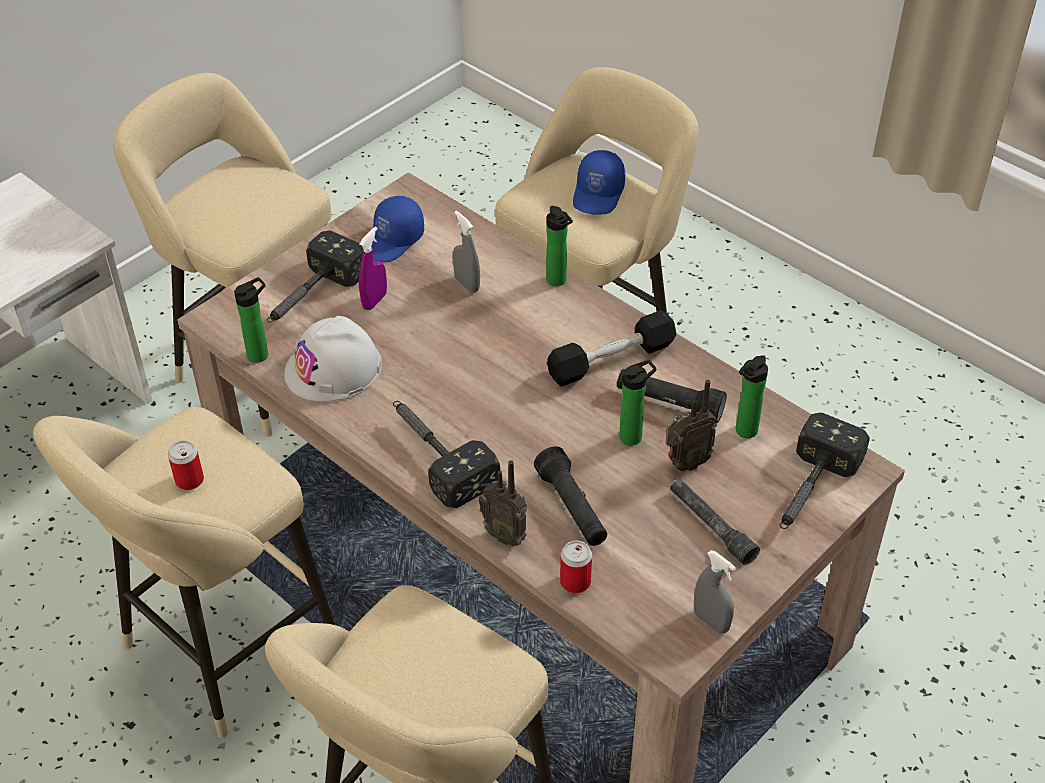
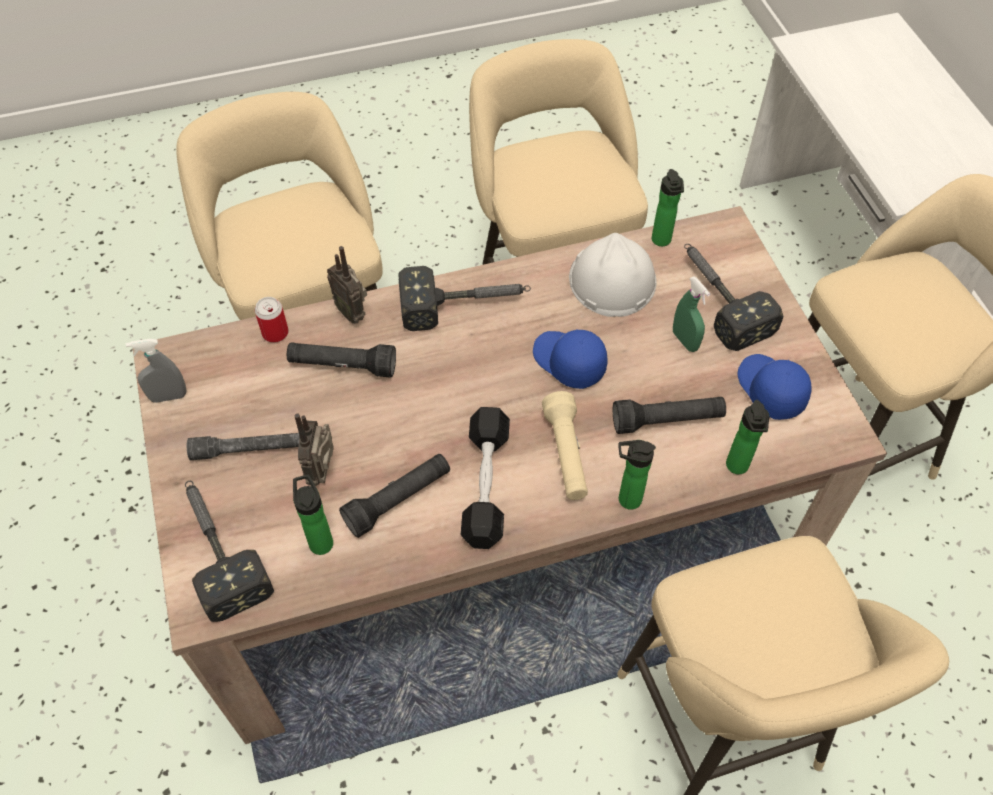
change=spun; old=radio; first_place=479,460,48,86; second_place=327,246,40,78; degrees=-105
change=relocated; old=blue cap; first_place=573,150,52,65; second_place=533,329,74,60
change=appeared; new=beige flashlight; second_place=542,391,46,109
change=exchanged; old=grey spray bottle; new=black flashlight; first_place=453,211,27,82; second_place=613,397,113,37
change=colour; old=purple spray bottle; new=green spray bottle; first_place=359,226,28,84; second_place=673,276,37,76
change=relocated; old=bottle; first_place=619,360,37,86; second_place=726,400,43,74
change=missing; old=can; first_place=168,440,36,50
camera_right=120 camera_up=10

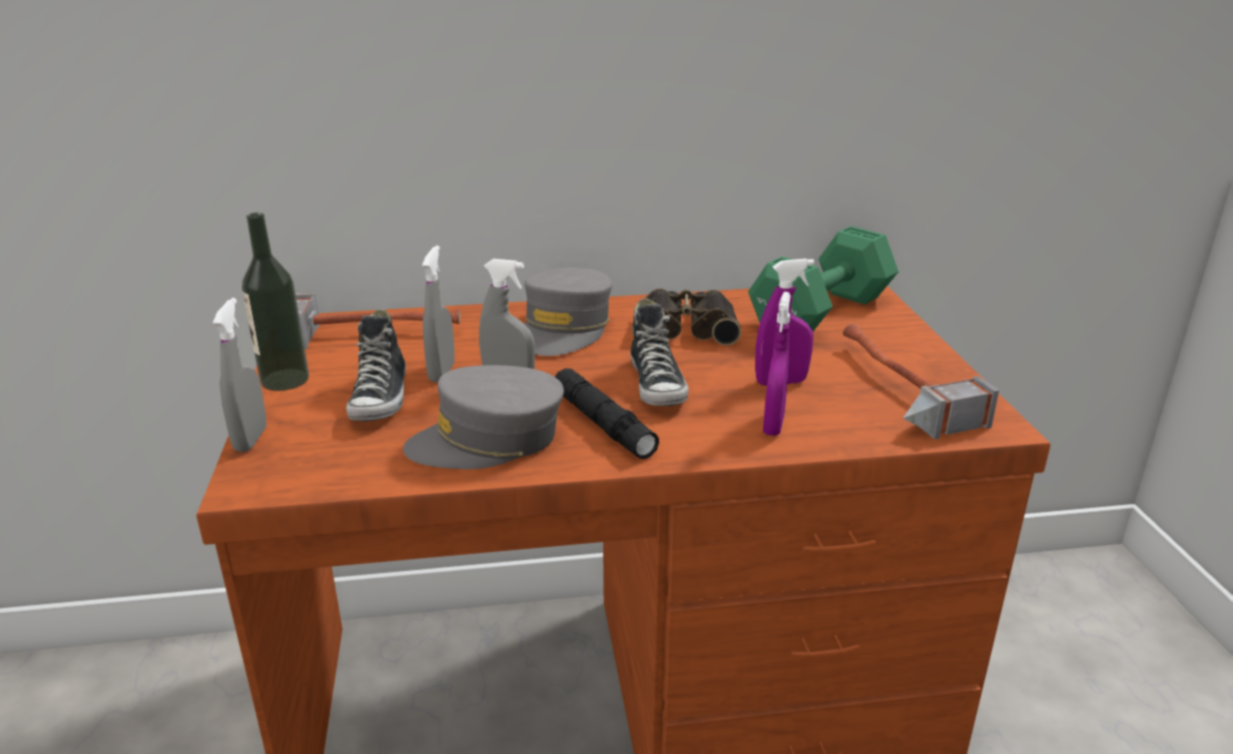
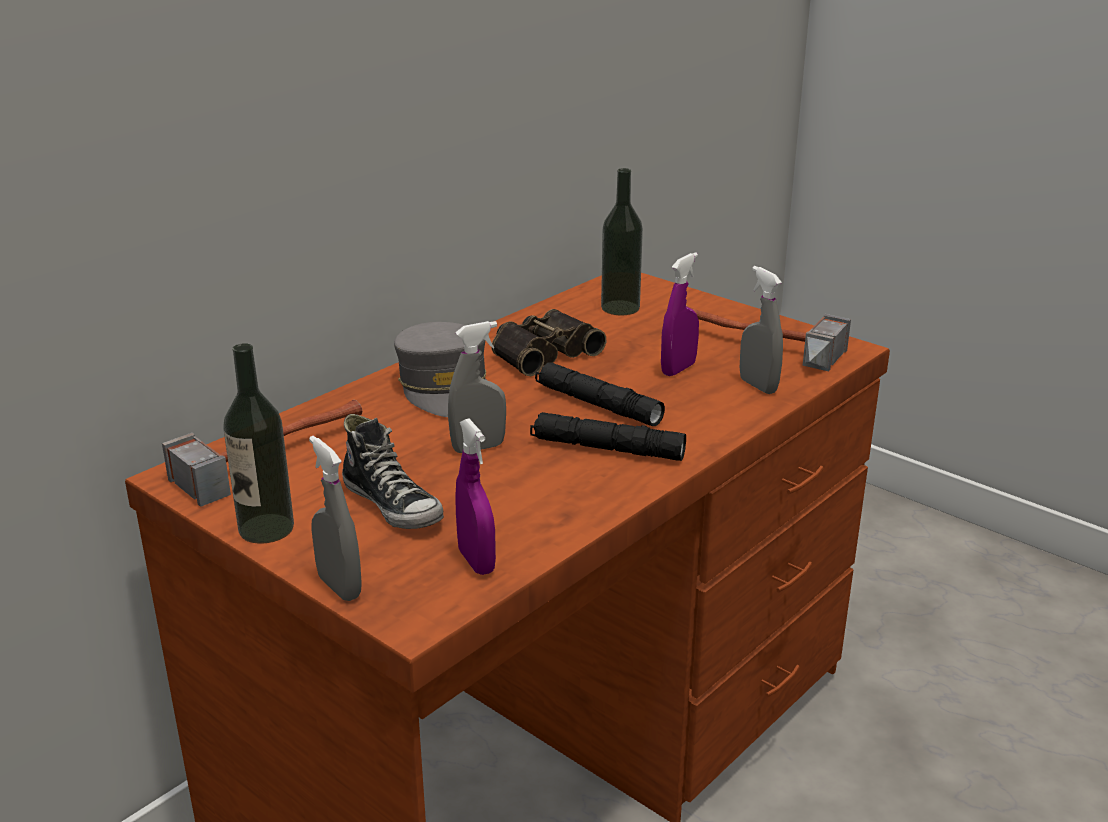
change=relocated; old=purple spray bottle; first_place=763,292,28,144; second_place=455,419,41,156
change=exchanged; old=shoe; new=black flashlight; first_place=630,298,59,109; second_place=535,362,130,64
change=exchanged; old=green dumbbell; new=bottle; first_place=748,226,151,105; second_place=601,168,42,147
change=relocated; old=grey spray bottle; first_place=422,245,33,137; second_place=740,266,43,128
change=missing; old=grey cap; first_place=403,365,161,104
camera_right=-40 camera_up=0

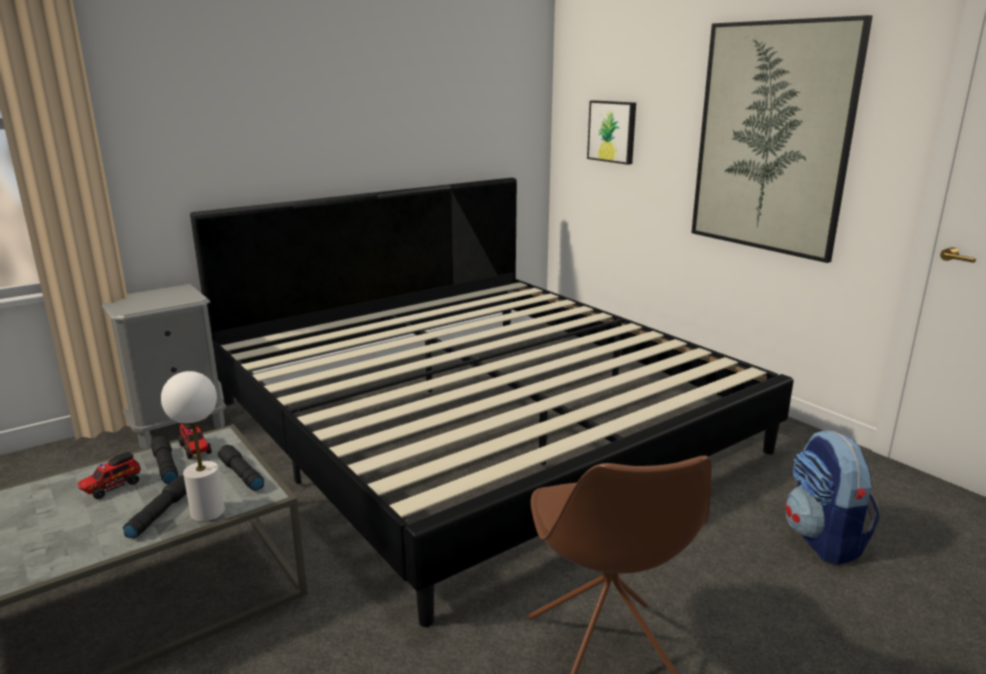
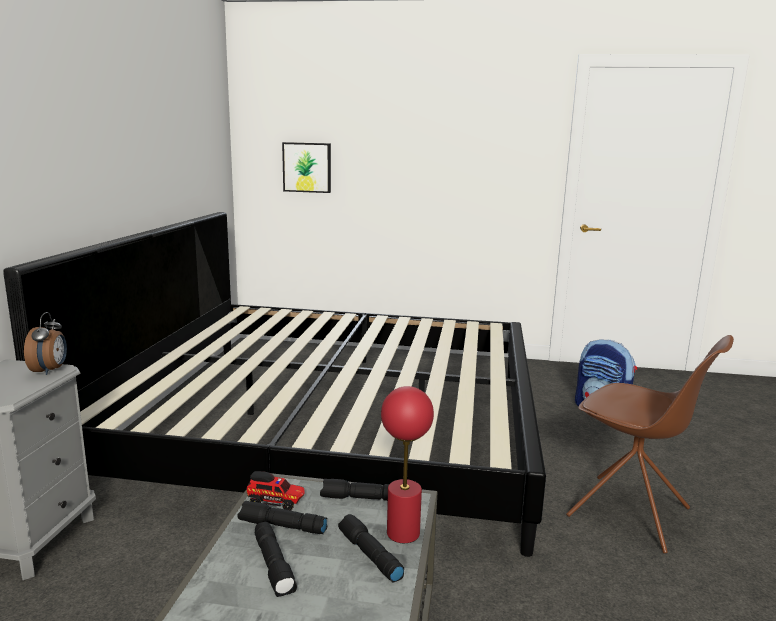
change=appeared; new=alarm clock; second_place=24,312,43,63
change=exchanged; old=toy truck; new=black flashlight; first_place=78,452,63,48; second_place=255,522,42,75
change=colour; old=white table lamp; new=red table lamp; first_place=161,371,64,151; second_place=381,386,53,157
change=missing; old=picture; first_place=691,15,182,248
camera_right=-45 camera_up=-5

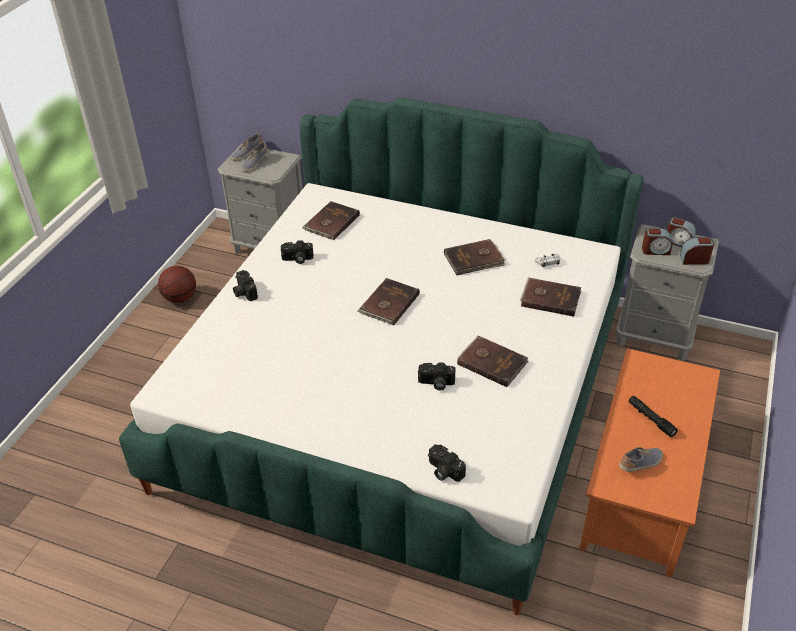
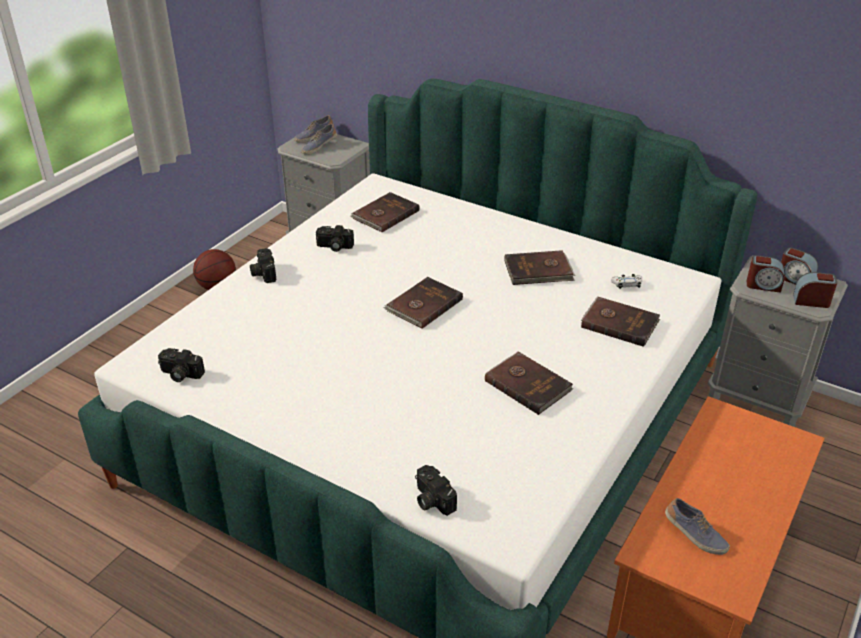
change=relocated; old=photo camera; first_place=418,362,38,29; second_place=158,348,47,34
change=spun; old=shoe; first_place=619,447,44,25; second_place=665,498,65,57; degrees=60
change=missing; old=black flashlight; first_place=629,396,49,41
camera_right=10 camera_up=-5

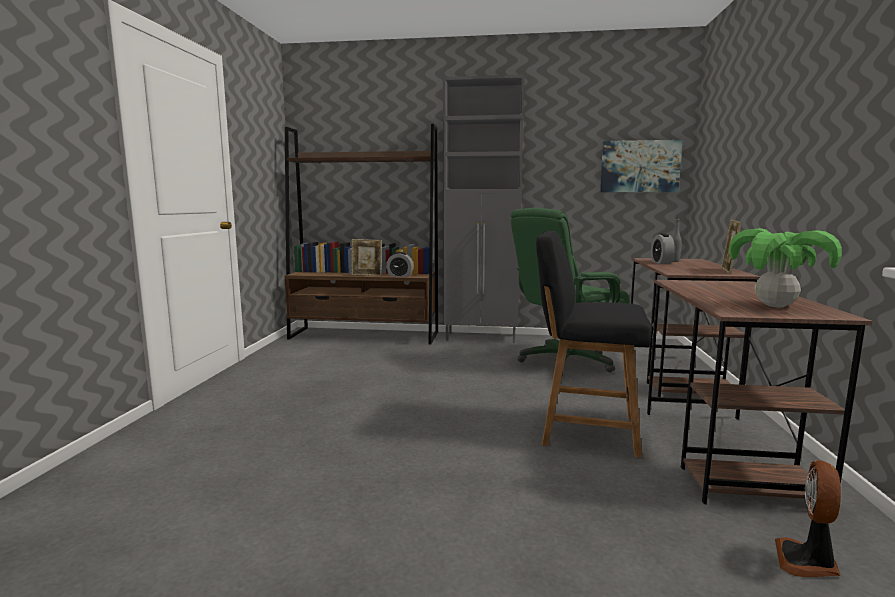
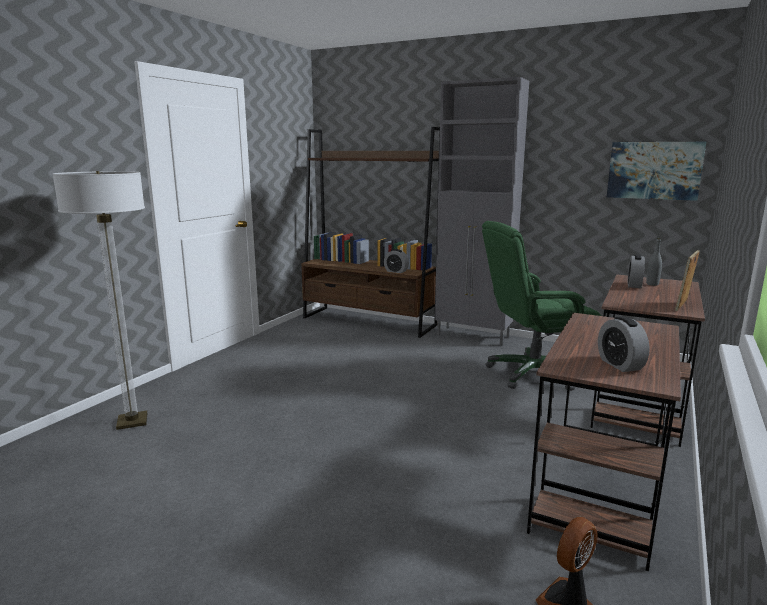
change=appeared; new=floor lamp; second_place=53,171,94,259
change=exchanged; old=potted plant; new=alarm clock; first_place=729,228,113,80; second_place=598,316,52,56
change=missing; old=picture frame; first_place=351,239,31,37
change=missing; old=black chair; first_place=536,231,116,227
camera_right=20 camera_up=5

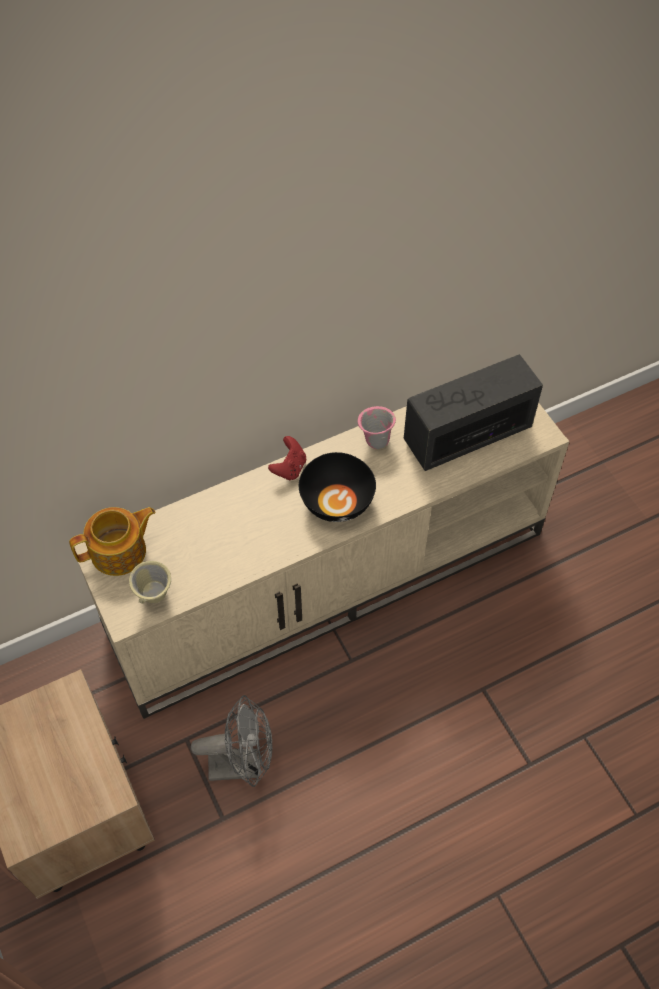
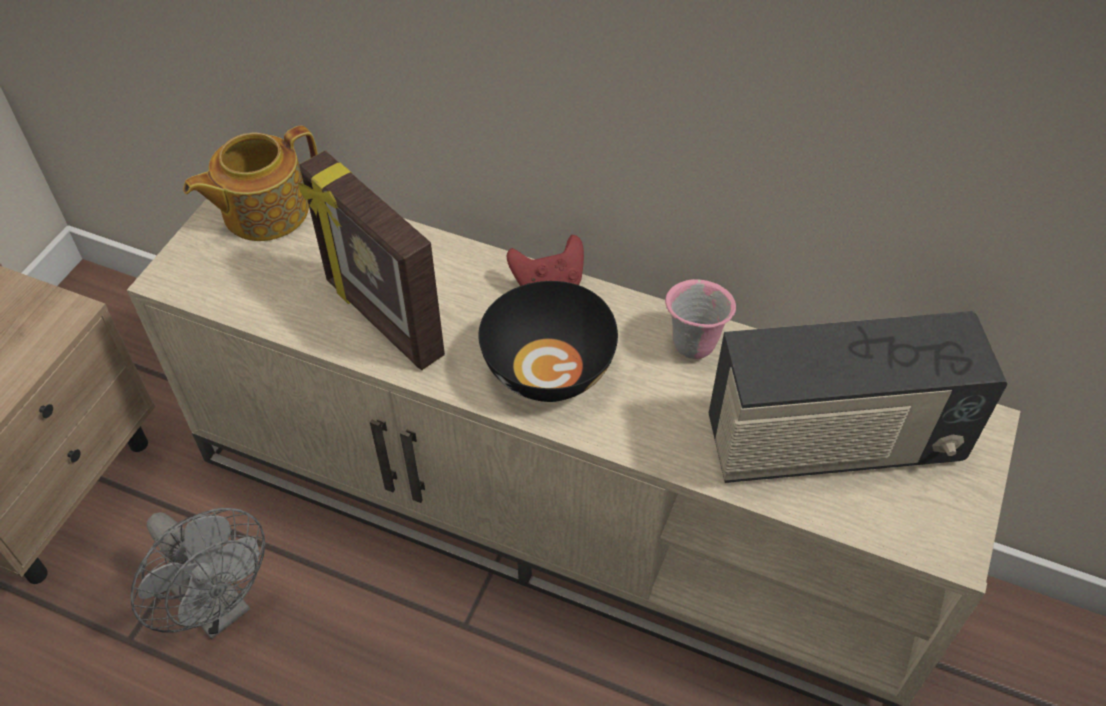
change=spun; old=teapot; first_place=69,507,87,69; second_place=183,125,135,116; degrees=120
change=appeared; new=picture frame; second_place=298,151,147,219
change=spun; old=radio; first_place=404,354,139,117; second_place=709,311,298,172; degrees=150
change=missing; old=beige mug; first_place=129,561,42,43
camera_right=50 camera_up=-5

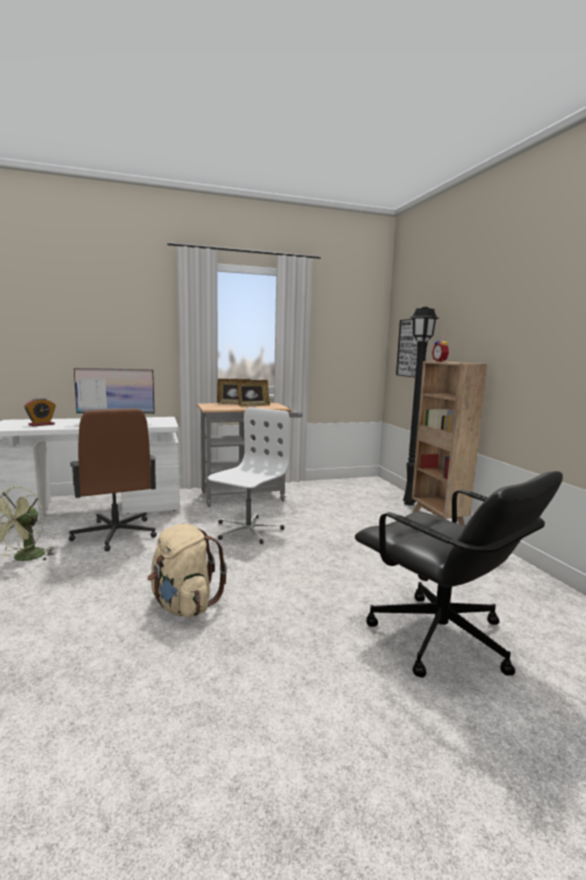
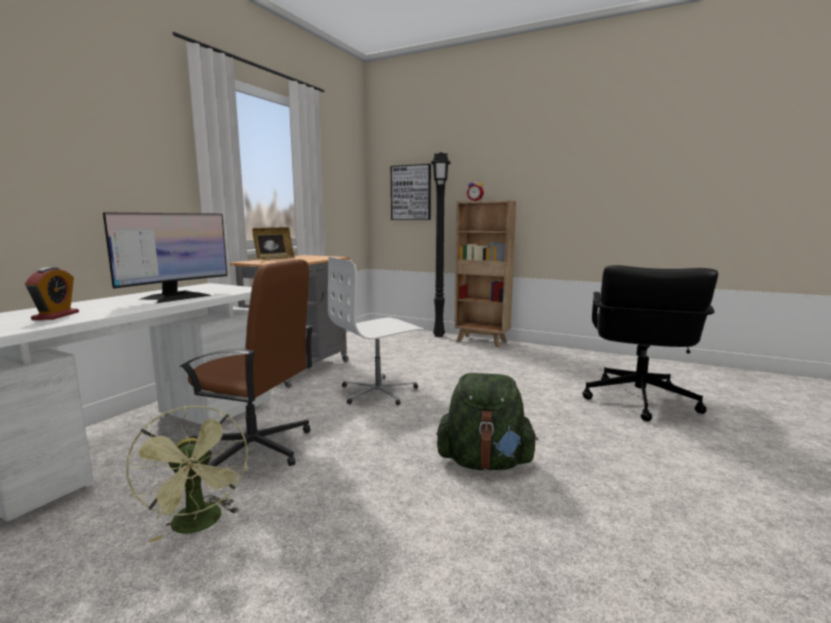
change=spun; old=white office chair; first_place=208,407,82,137; second_place=328,257,96,148; degrees=-105
change=colour; old=beige backpack; new=green backpack; first_place=147,524,80,94; second_place=437,373,101,97
change=spun; old=black office chair; first_place=355,471,208,207; second_place=583,265,135,157; degrees=105
change=missing; old=picture frame; first_place=237,380,33,27
camera_right=-45 camera_up=0

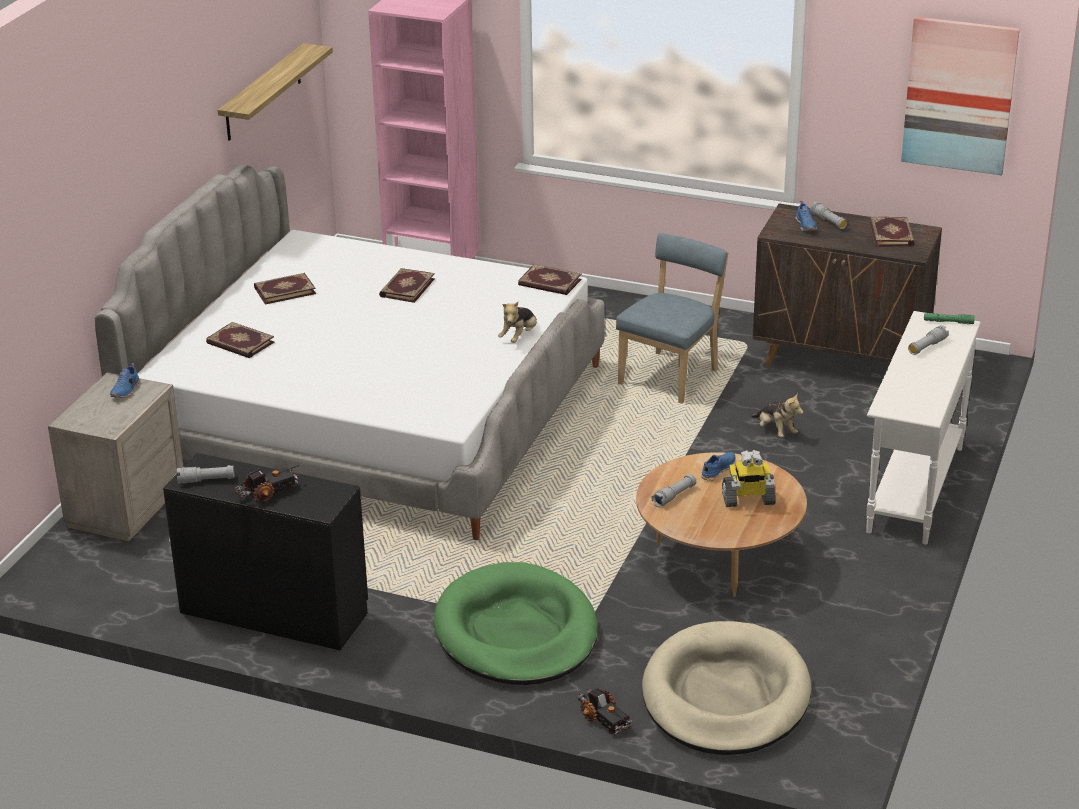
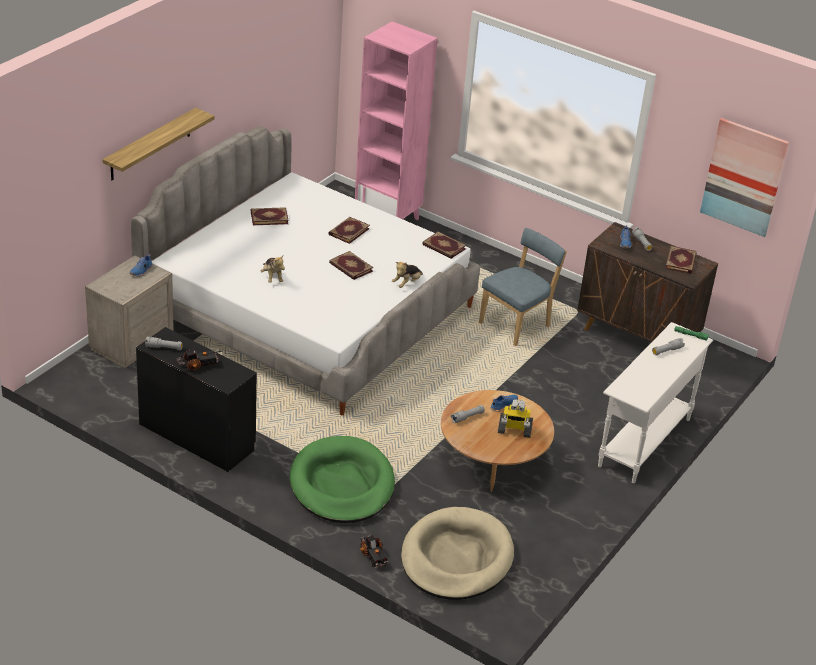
change=relocated; old=shelf; first_place=218,43,115,98; second_place=102,108,112,72
change=relocated; old=plush toy; first_place=751,392,53,45; second_place=261,254,24,29
change=relocated; old=book; first_place=206,322,68,36; second_place=329,251,45,29
camera_right=10 camera_up=5

